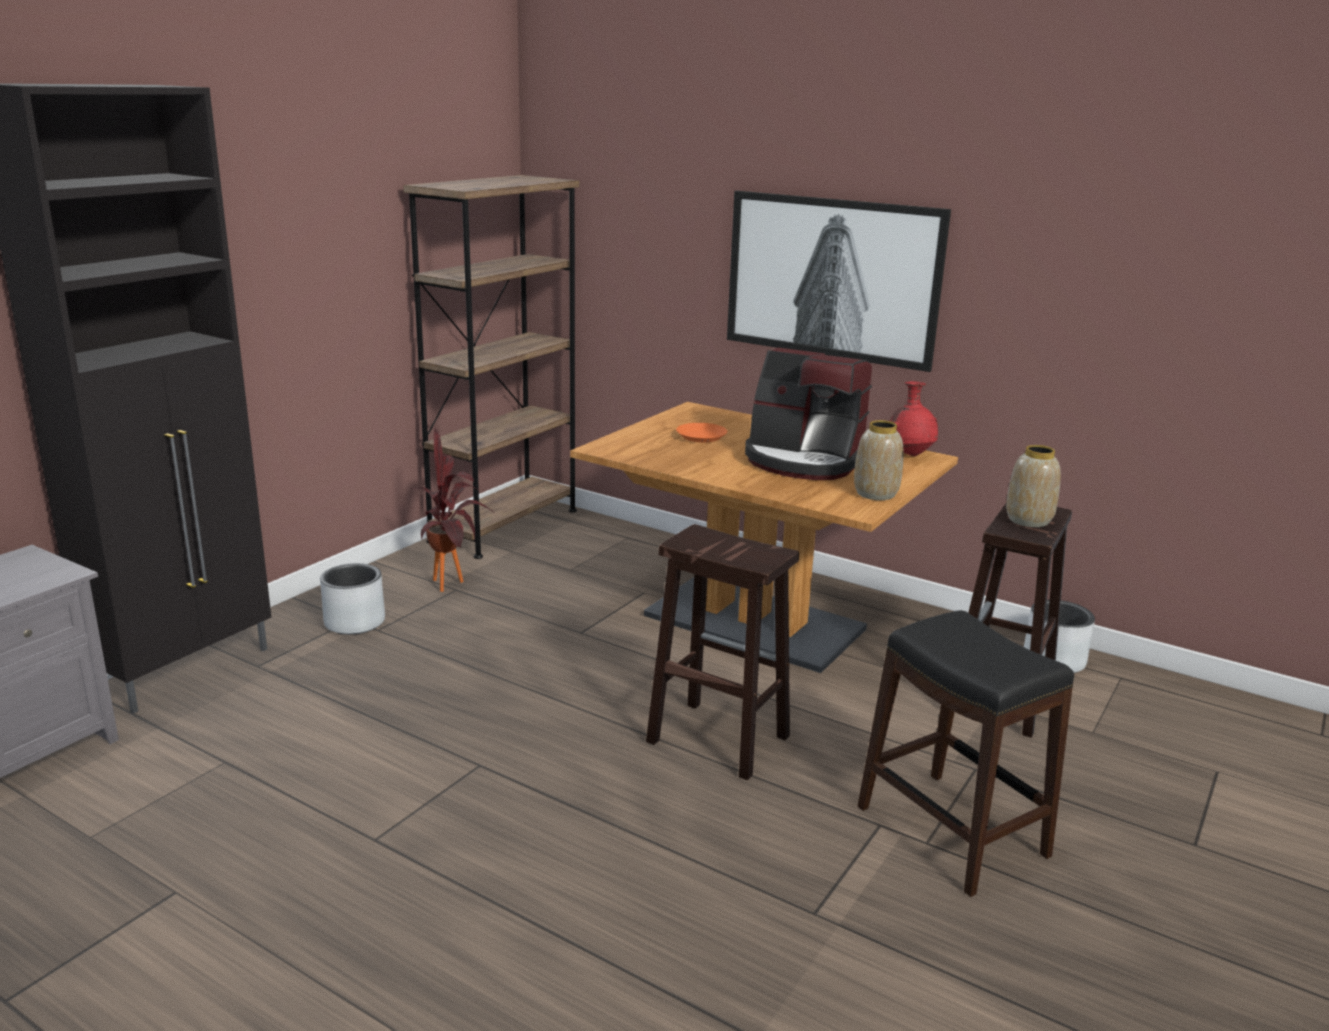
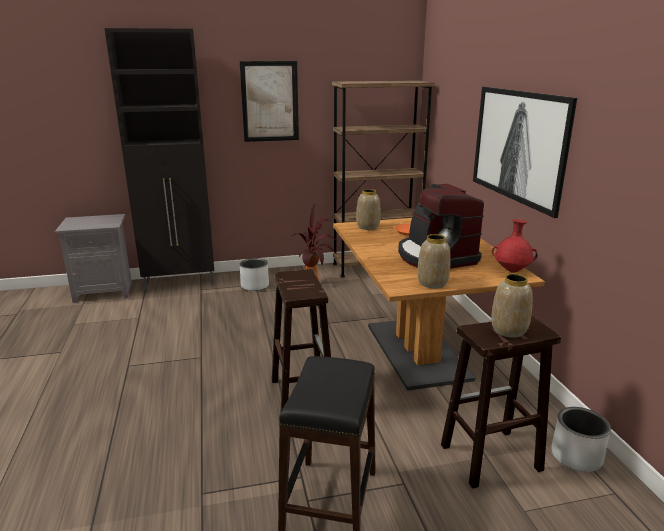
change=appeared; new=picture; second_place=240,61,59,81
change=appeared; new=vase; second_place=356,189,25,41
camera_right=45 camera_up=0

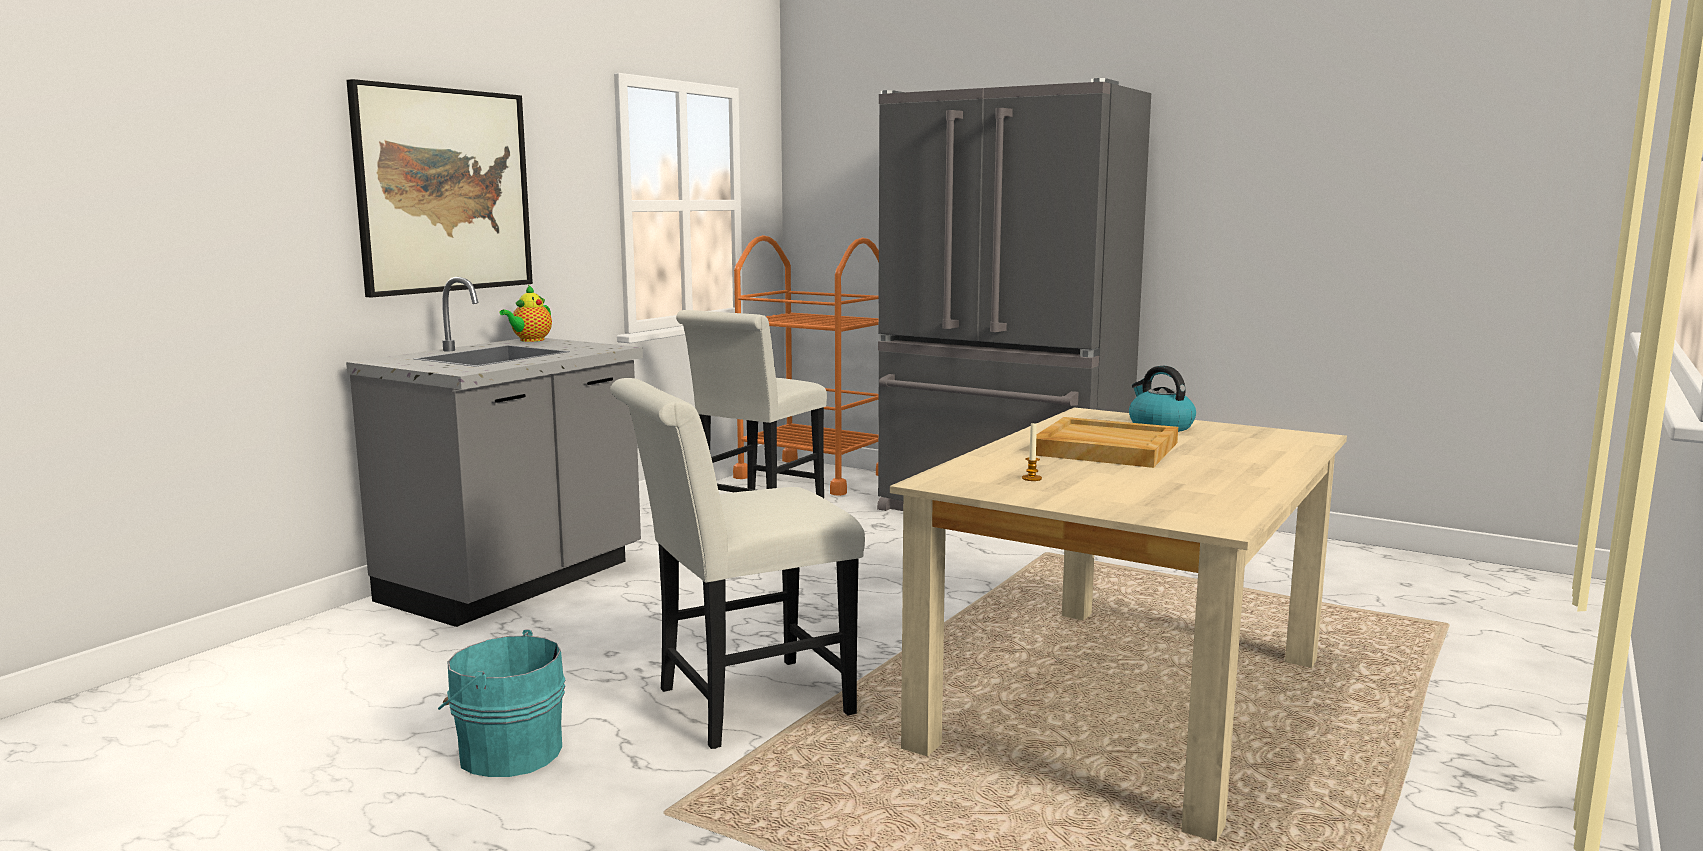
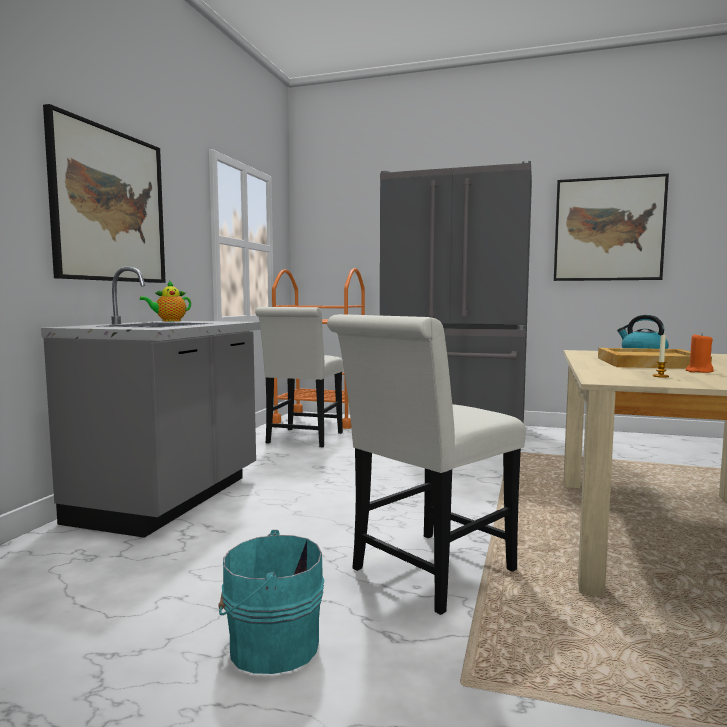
change=spun; old=teapot; first_place=499,285,53,57; second_place=139,281,52,40; degrees=45
change=appeared; new=picture; second_place=554,173,115,108
change=appeared; new=orange candle; second_place=685,333,29,40
camera_right=-15 camera_up=-5

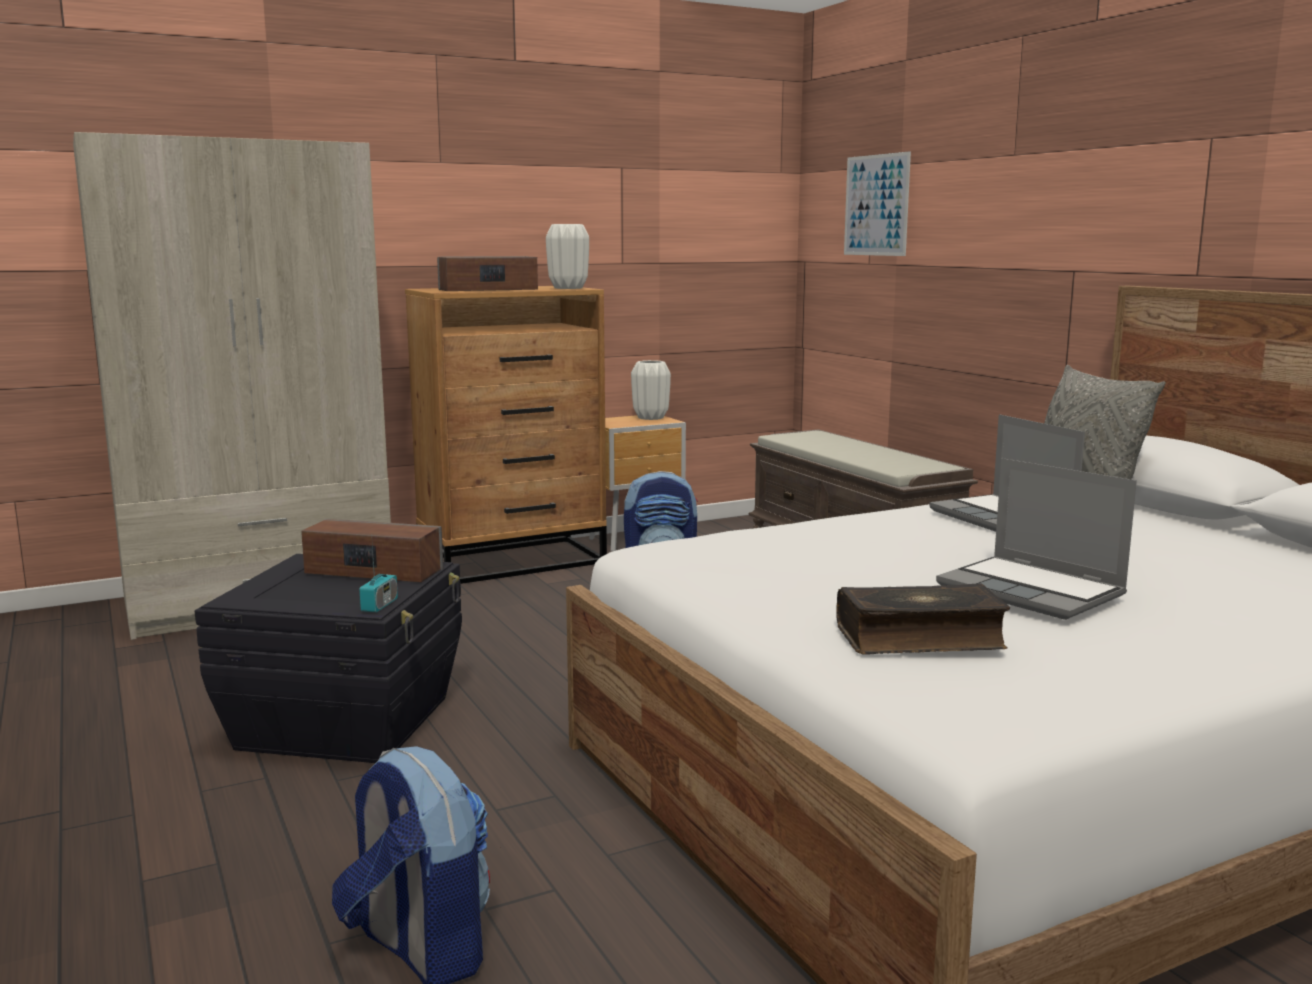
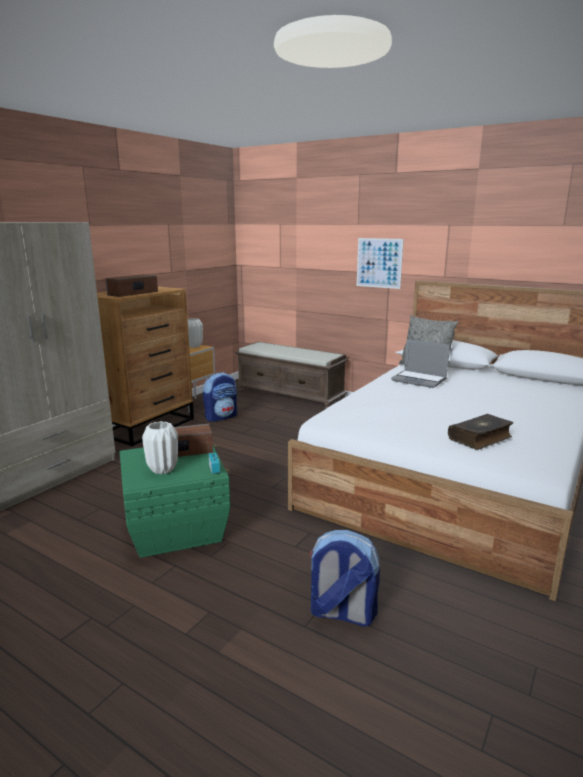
change=colour; old=black storage box; new=green storage box; first_place=195,554,267,209; second_place=120,444,110,114
change=relocated; old=white vase; first_place=546,224,43,65; second_place=142,421,36,53
change=relocated; old=picture; first_place=844,151,67,105; second_place=357,238,47,51
change=missing; old=laptop; first_place=936,458,201,162
camera_right=-30 camera_up=5

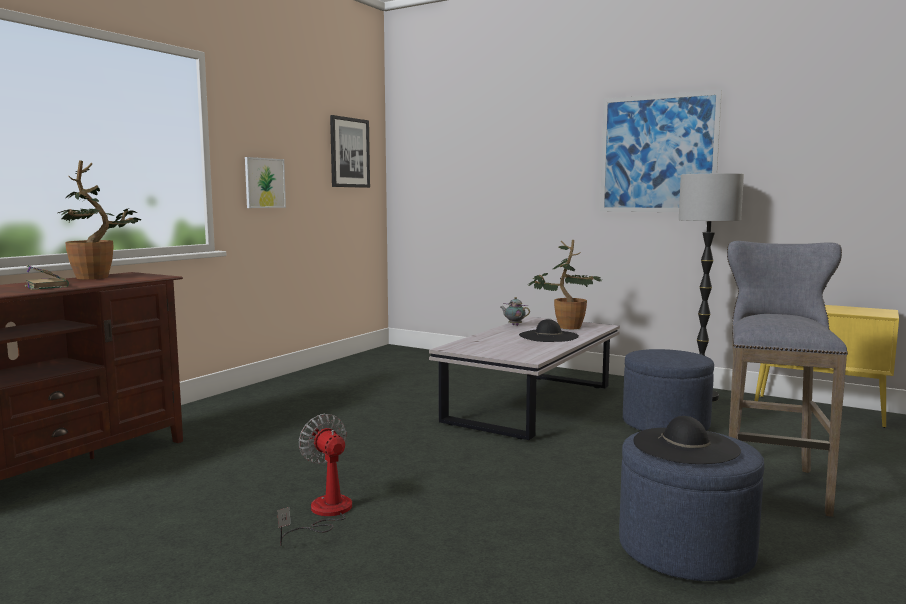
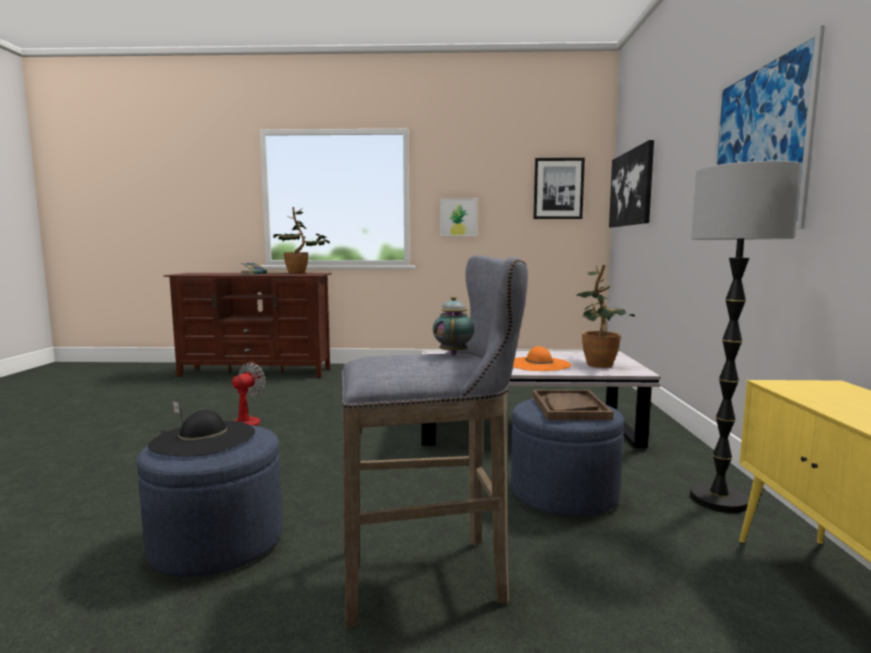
change=relocated; old=teapot; first_place=500,297,30,29; second_place=433,296,41,59
change=colour; old=black hat; new=orange hat; first_place=519,319,60,23; second_place=513,346,59,25
change=appeared; new=brown tray; second_place=533,390,80,30
change=appeared; new=picture; second_place=609,140,45,88
camera_right=60 camera_up=0

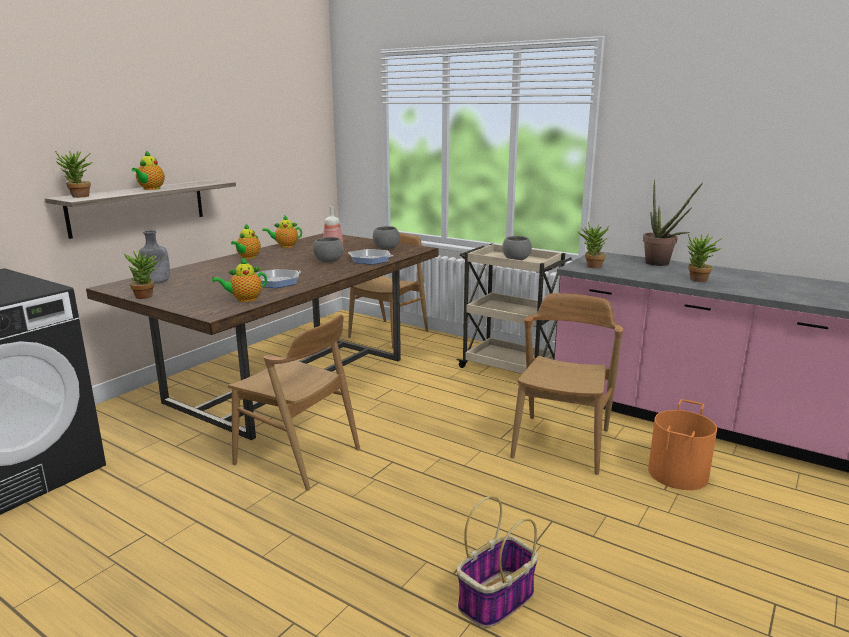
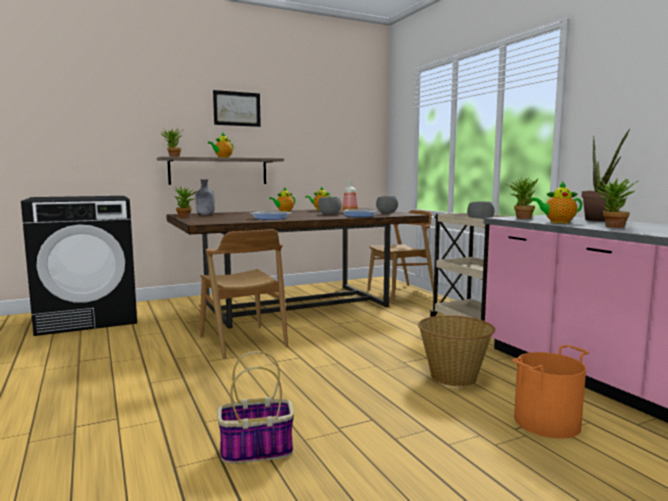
change=appeared; new=picture; second_place=213,90,48,37
change=exchanged; old=brown chair; new=basket; first_place=510,293,113,182; second_place=418,315,77,71
change=relocated; old=teapot; first_place=212,257,55,45; second_place=531,182,51,41
camera_right=30 camera_up=-10

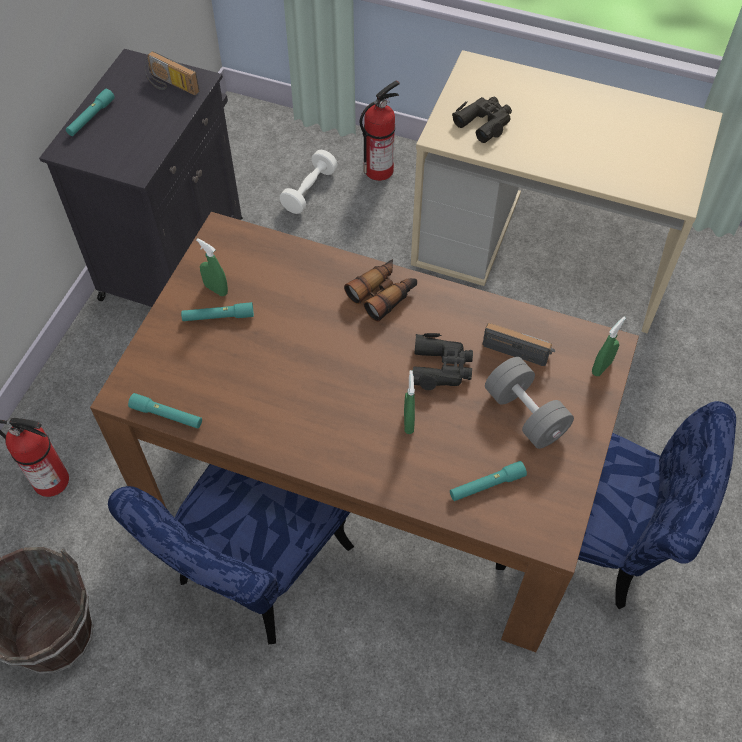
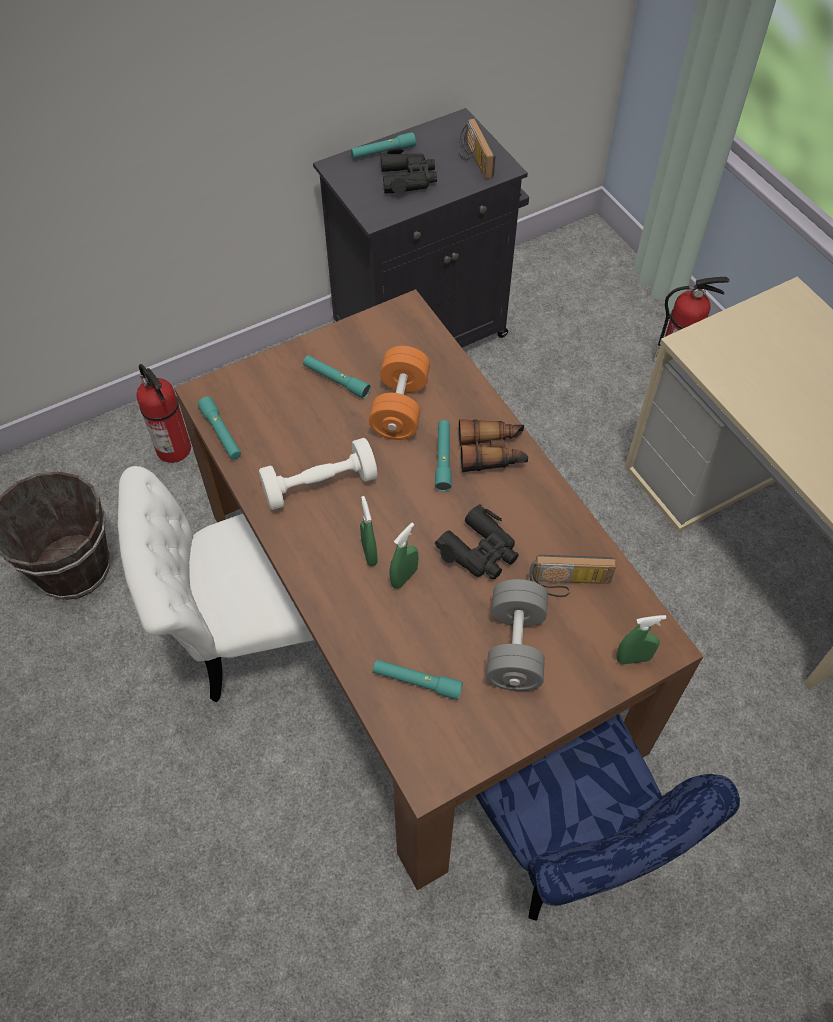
change=colour; old=blue chair; new=white chair; first_place=108,464,246,180; second_place=118,466,196,236
change=relocated; old=white dumbbell; first_place=280,150,58,64; second_place=259,438,119,72
change=relocated; old=green spray bottle; first_place=196,238,32,58; second_place=360,496,18,70
change=appeared; new=orange dumbbell; second_place=369,346,61,94
change=relocated; old=black binoculars; first_place=452,97,60,46; second_place=380,148,57,46
change=appeared; new=turquoise flashlight; second_place=435,420,17,71
change=spun; old=radio; first_place=482,323,73,43; second_place=529,555,87,42; degrees=120
camera_right=40 camera_up=0

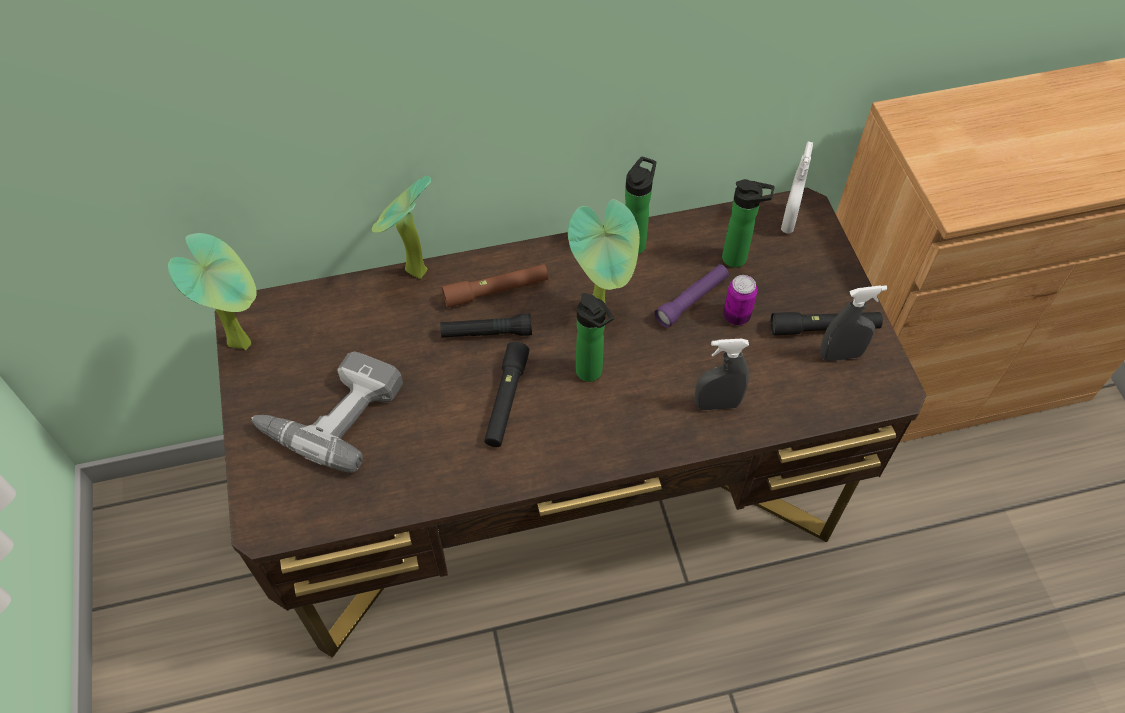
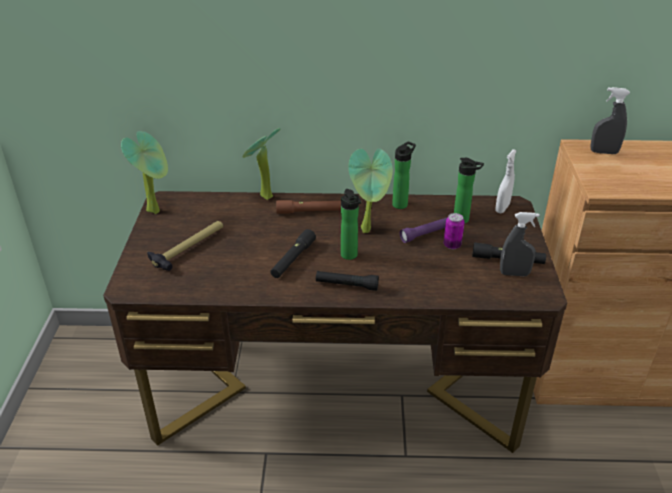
change=exchanged; old=power drill; new=hammer; first_place=251,351,152,122; second_place=147,221,76,50
change=relocated; old=black flashlight; first_place=440,313,92,25; second_place=316,271,63,20
change=relocated; old=grey spray bottle; first_place=694,339,55,71; second_place=590,87,40,67
camera_right=15 camera_up=-20

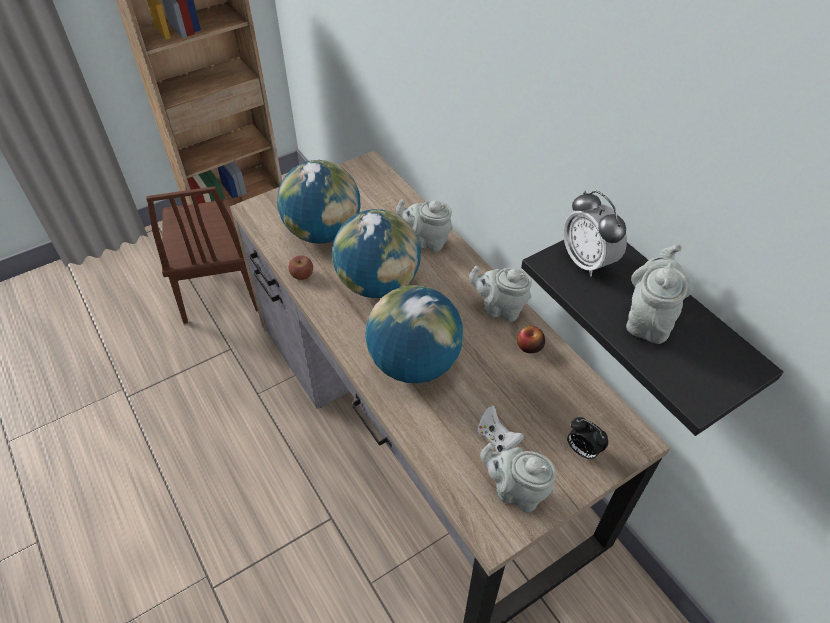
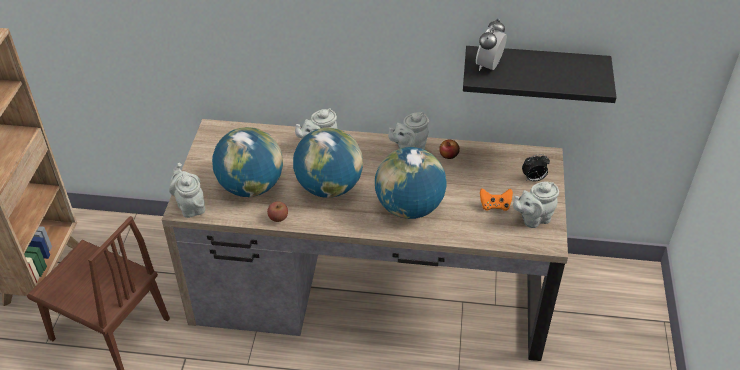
change=relocated; old=grey teapot; first_place=626,244,67,100; second_place=169,163,36,55
change=spun; old=alarm clock; first_place=563,191,64,86; second_place=476,19,31,52; degrees=105
change=colour; old=white game controller; new=orange game controller; first_place=477,405,47,47; second_place=480,188,33,23
camera_right=-50 camera_up=-5

